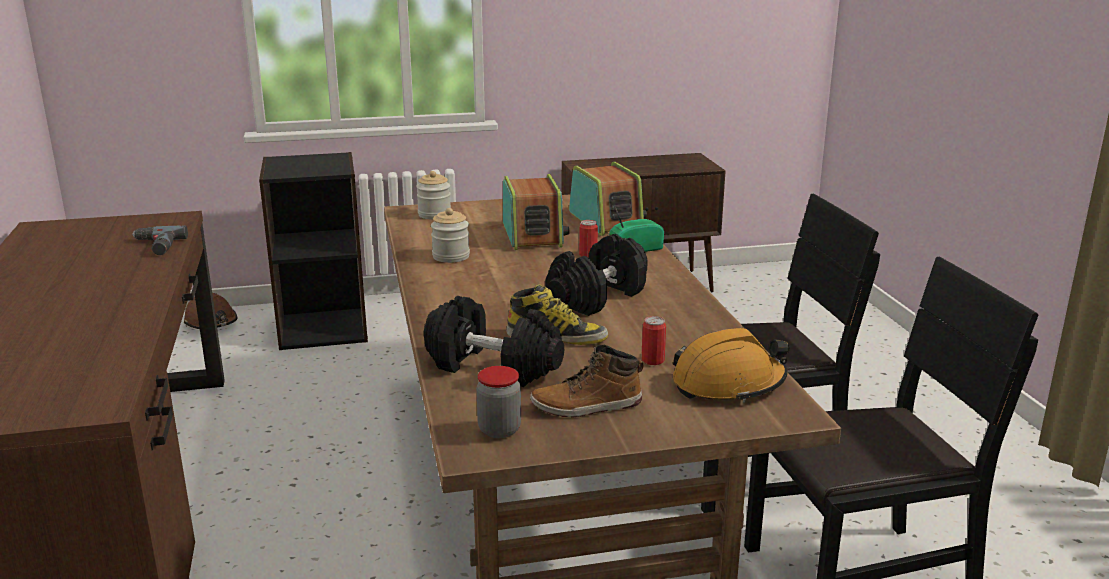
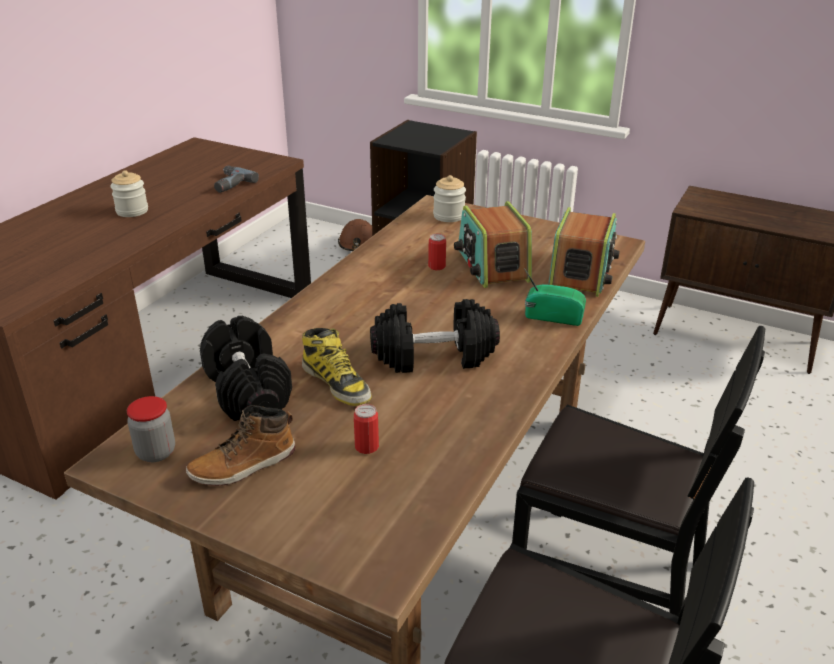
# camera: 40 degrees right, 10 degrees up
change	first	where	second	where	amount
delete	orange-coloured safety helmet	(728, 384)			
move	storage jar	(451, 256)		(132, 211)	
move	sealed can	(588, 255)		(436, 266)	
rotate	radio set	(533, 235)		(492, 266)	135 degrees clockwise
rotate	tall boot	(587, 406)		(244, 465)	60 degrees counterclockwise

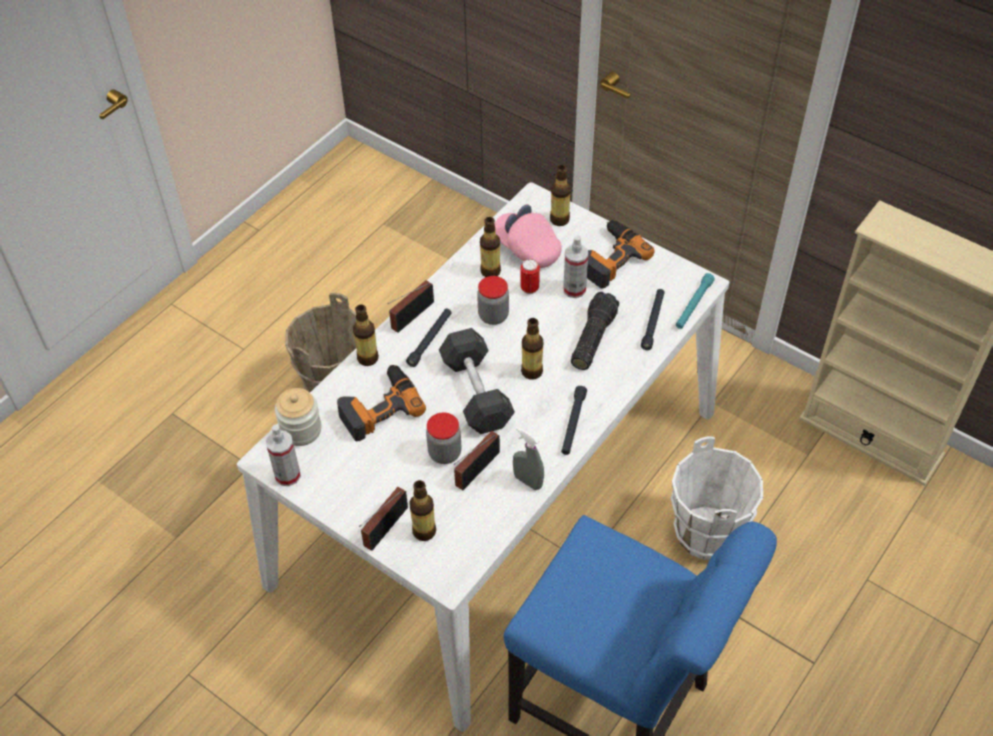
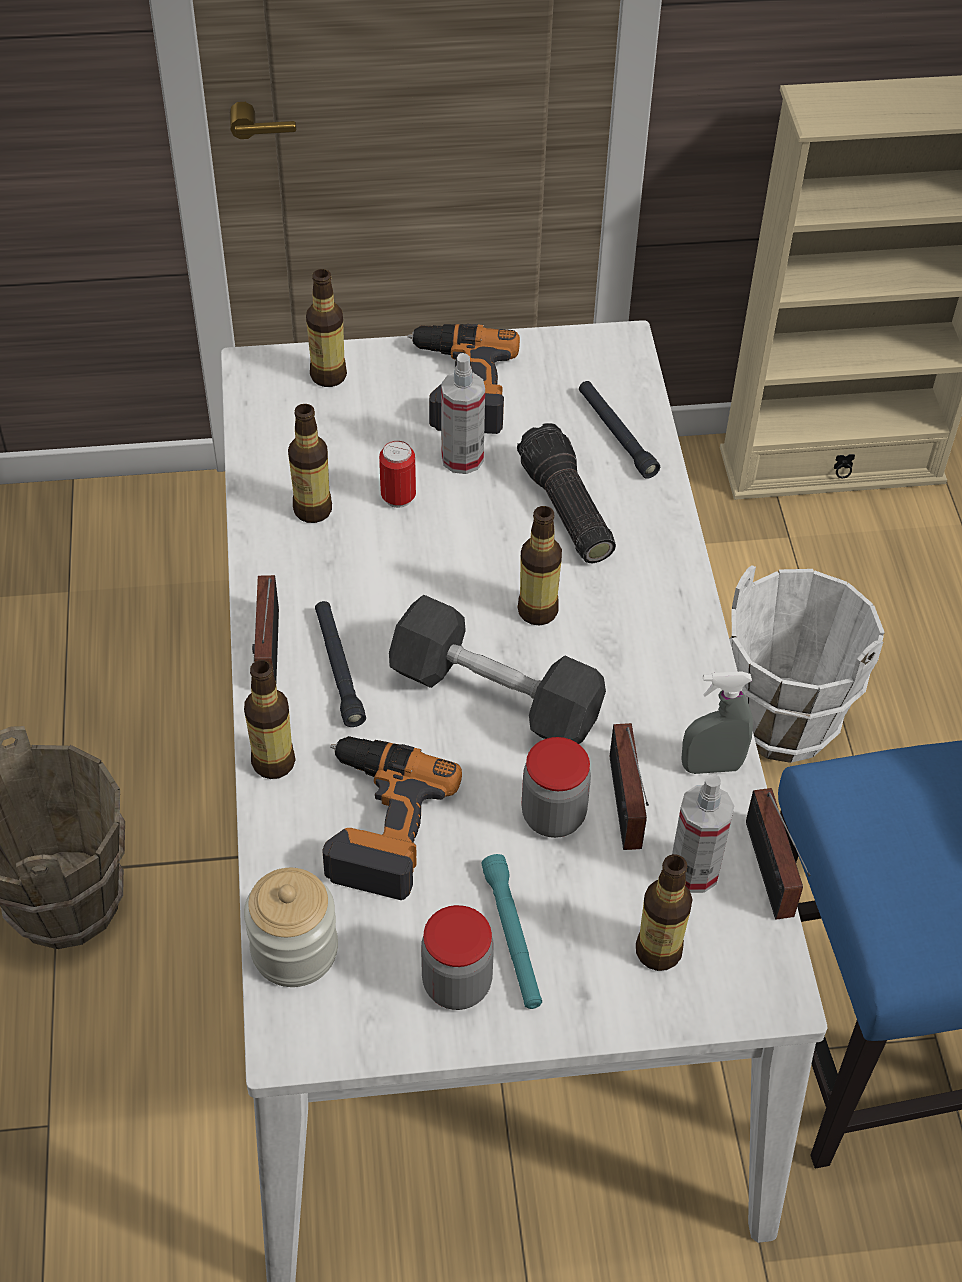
# camera: 45 degrees left, 0 degrees up
change	first	where	second	where	amount
delete	pink-coloured cap	(527, 248)			
delete	blackish hand torch	(573, 424)			
move	sprayer	(287, 475)		(694, 871)	
move	radio set	(383, 529)		(769, 875)	
move	storage jar	(493, 316)		(457, 984)	
move	turquoise-coloured hand torch	(693, 305)		(512, 937)	

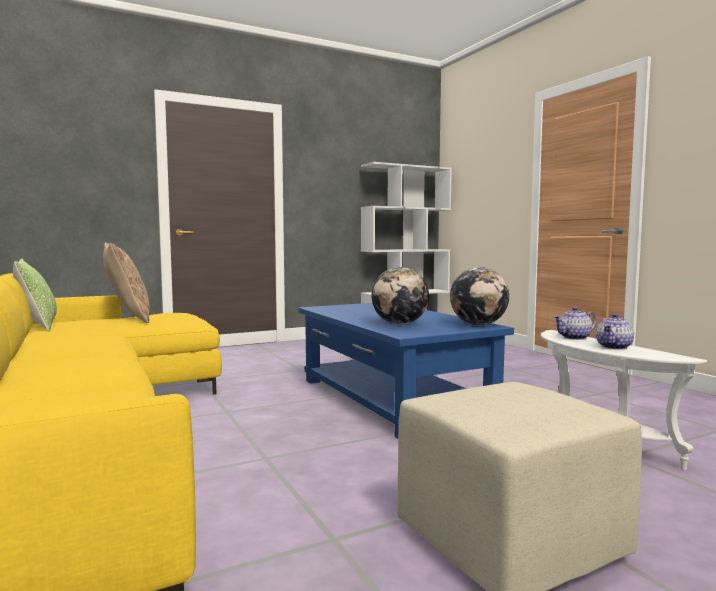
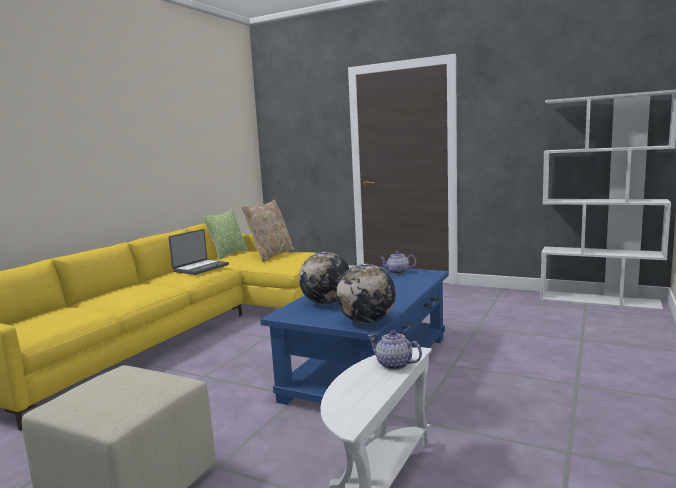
# camera: 55 degrees right, 5 degrees up
change	first	where	second	where	amount
insert			portable computer	(200, 268)	
move	tea pot	(614, 347)		(397, 272)	

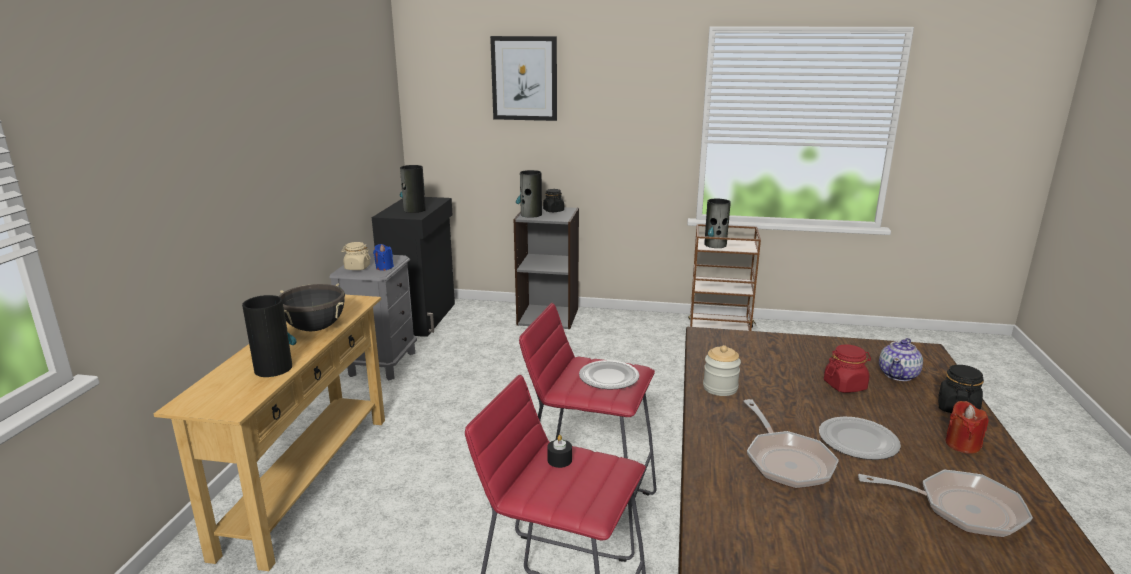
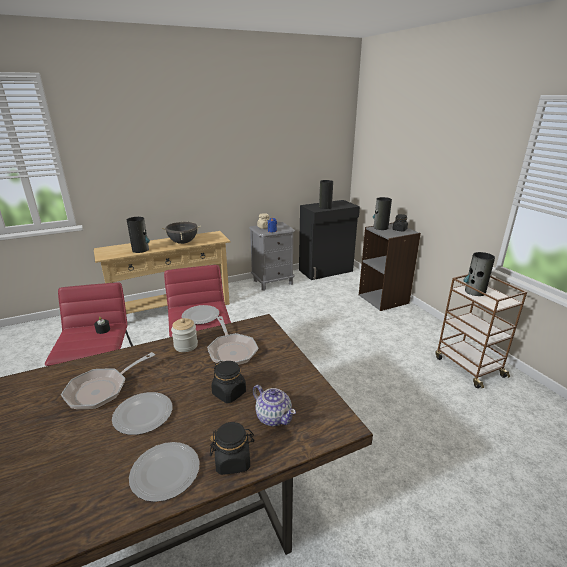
# camera: 55 degrees right, 5 degrees up
change	first	where	second	where	amount
delete	wall picture	(524, 78)			
move	frying pan	(961, 509)		(231, 351)	
replace	red wax light	(962, 444)	plate	(165, 471)	
recolor	red storage jar	(845, 385)	blackish storage jar	(229, 393)	
rotate	tea pot	(898, 375)		(273, 417)	135 degrees counterclockwise

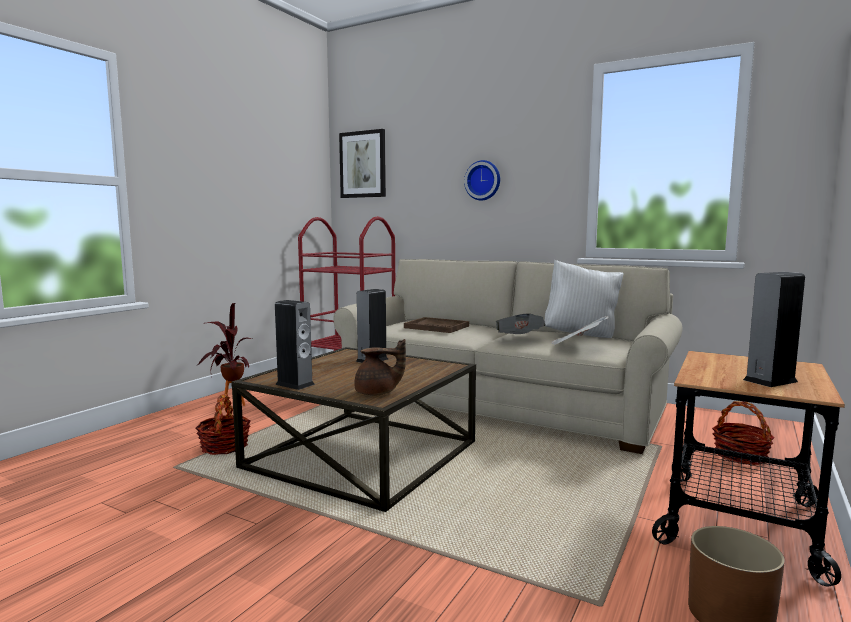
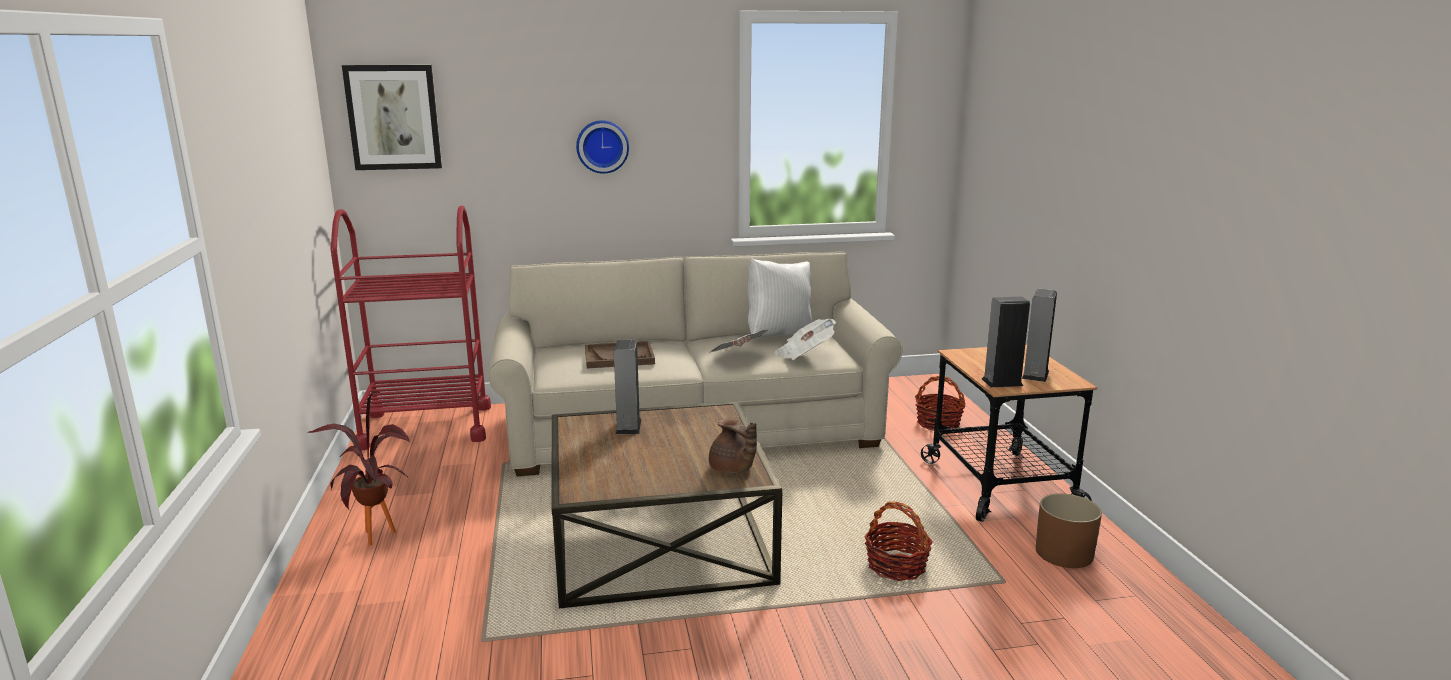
# camera: 40 degrees left, 10 degrees up
change	first	where	second	where	amount
move	storage basket	(224, 447)		(896, 566)	
move	audio speaker	(295, 384)		(1002, 382)	
rotate	brown tea pot	(377, 393)		(732, 469)	90 degrees clockwise

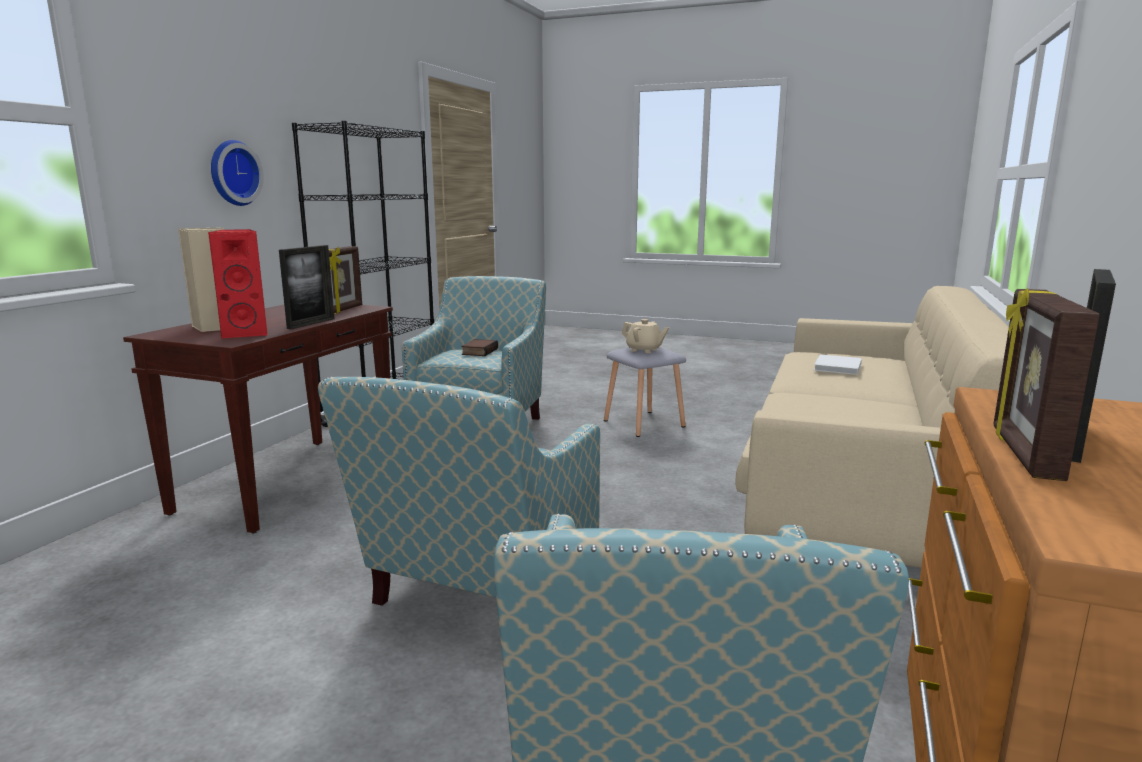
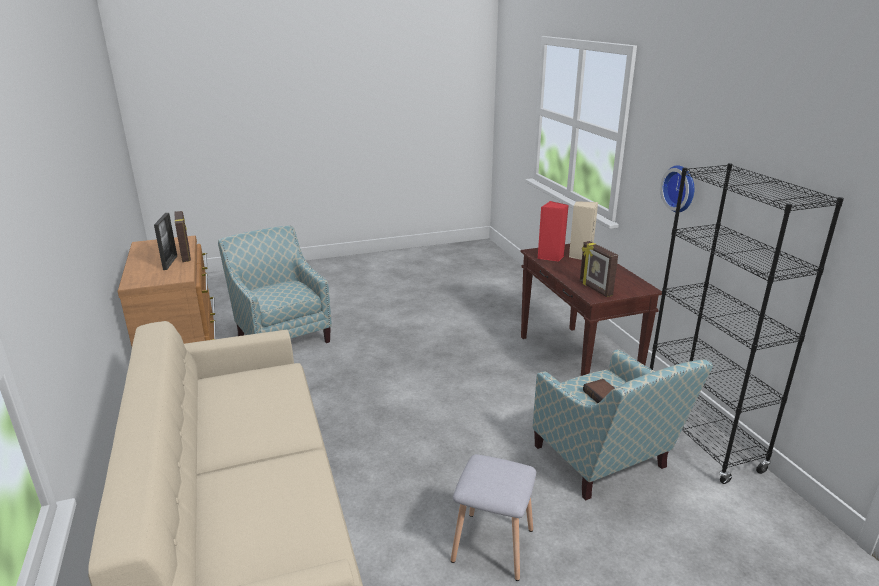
# camera: 140 degrees right, 10 degrees up
change	first	where	second	where	amount
delete	photo frame	(311, 323)			
delete	armchair	(478, 594)			
delete	beige-coloured tea pot	(644, 350)			
delete	white-coloured volume	(837, 367)			

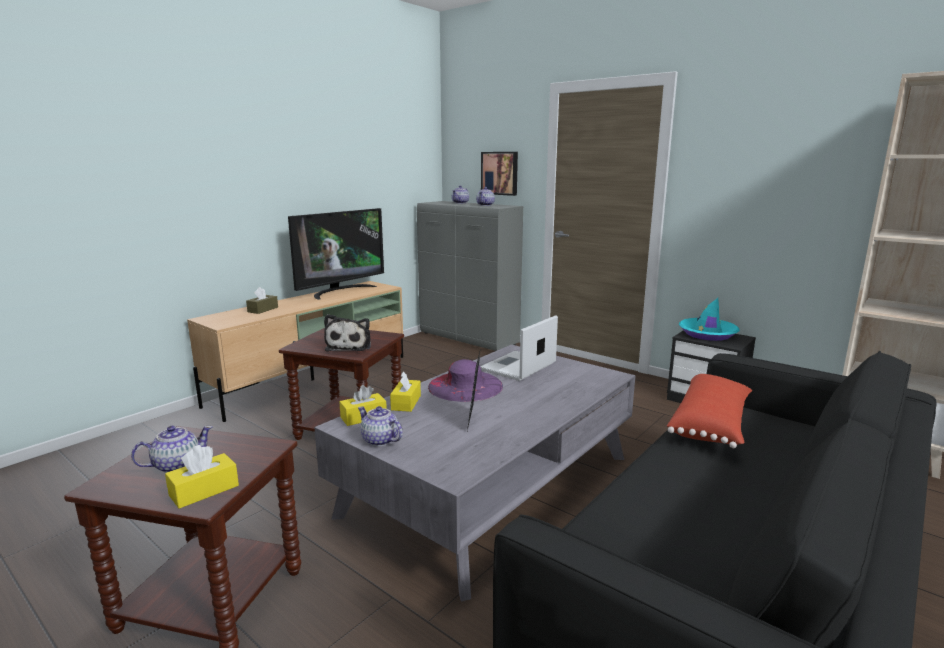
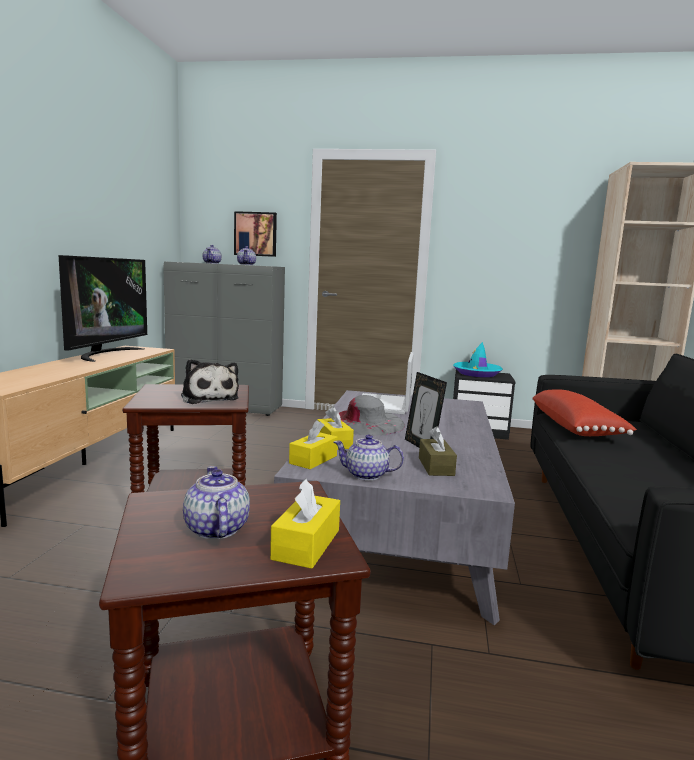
# camera: 30 degrees left, 5 degrees down
change	first	where	second	where	amount
move	brown tissue holder	(263, 309)		(436, 466)	
recolor	purple hat	(465, 386)	greyish hat	(365, 423)	
rotate	tea pot	(176, 465)		(216, 529)	45 degrees counterclockwise

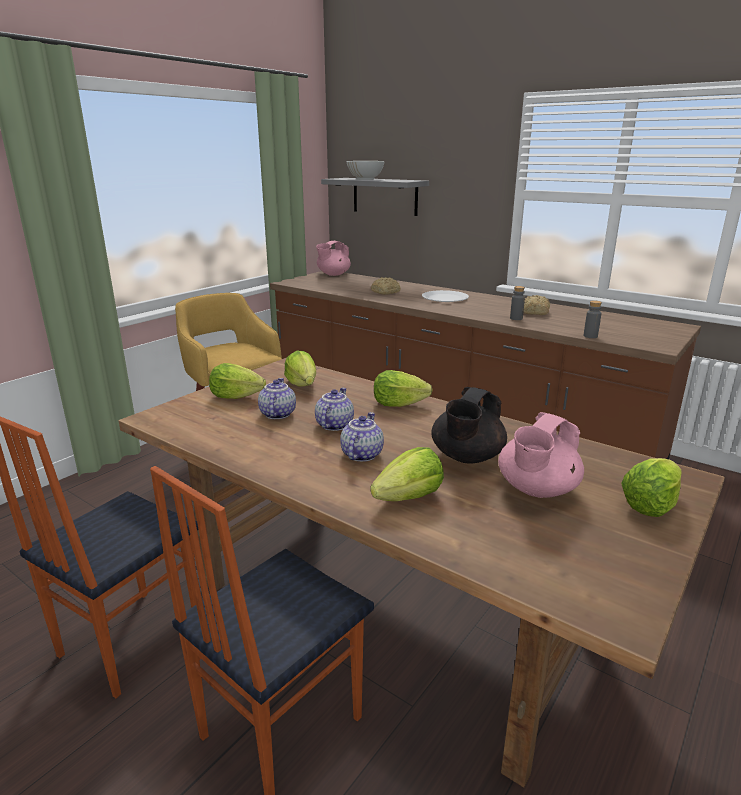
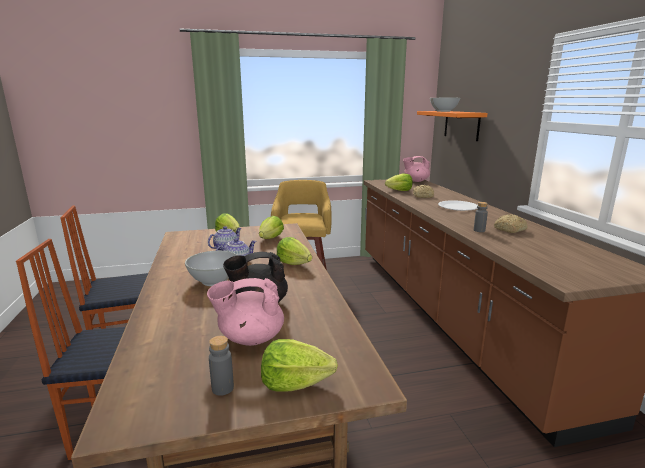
# camera: 40 degrees right, 5 degrees down
change	first	where	second	where	amount
move	lettuce	(409, 497)		(400, 191)	
move	greyish drink bottle	(590, 336)		(222, 388)	
replace	tea pot	(361, 454)	white-coloured serving bowl	(214, 281)	
recolor	greyish shelf	(385, 196)	orange-coloured shelf	(461, 125)	

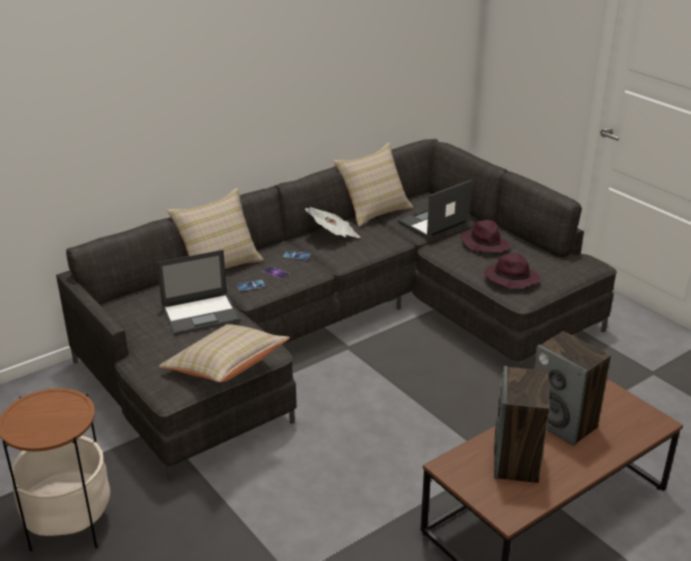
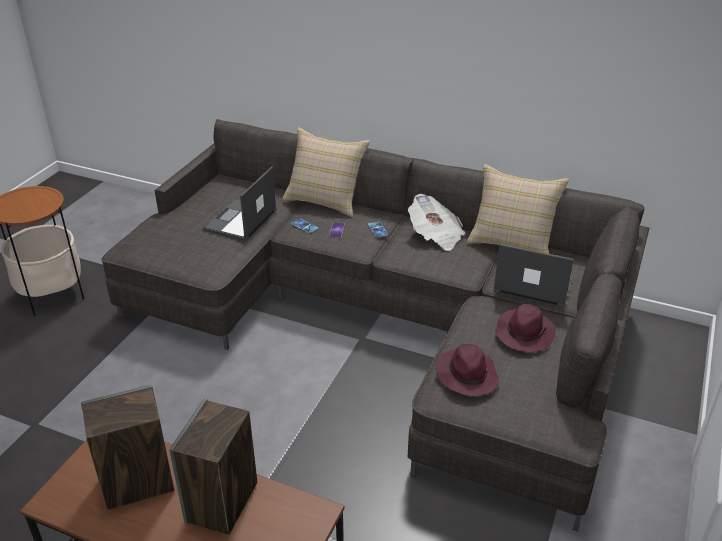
# camera: 60 degrees right, 5 degrees up
change	first	where	second	where	amount
delete	beige-coloured pillow	(226, 368)			
rotate	portable computer	(201, 314)		(240, 220)	75 degrees clockwise

